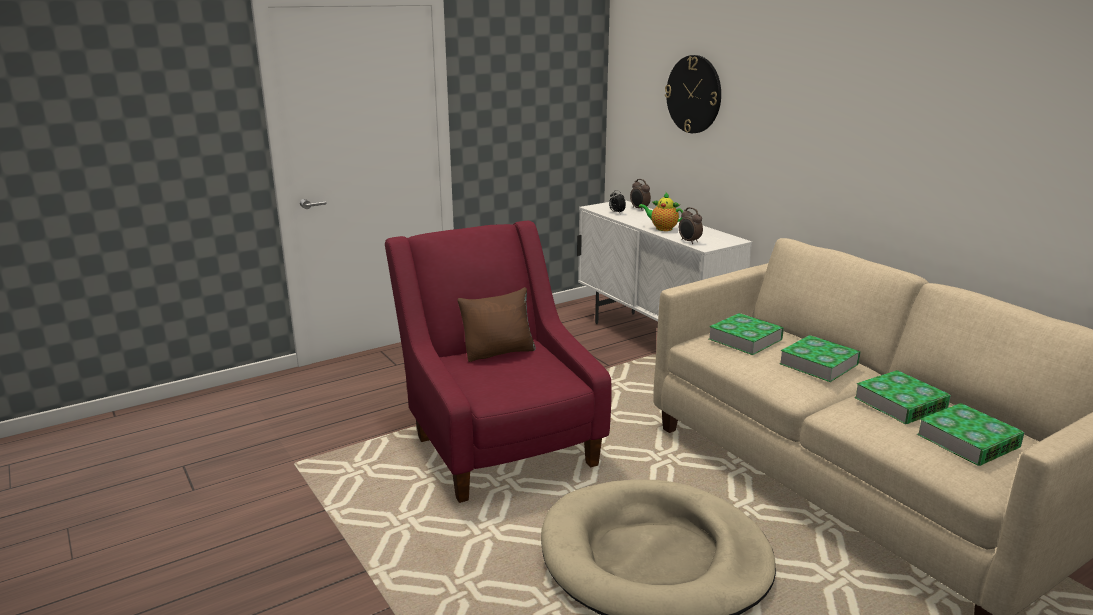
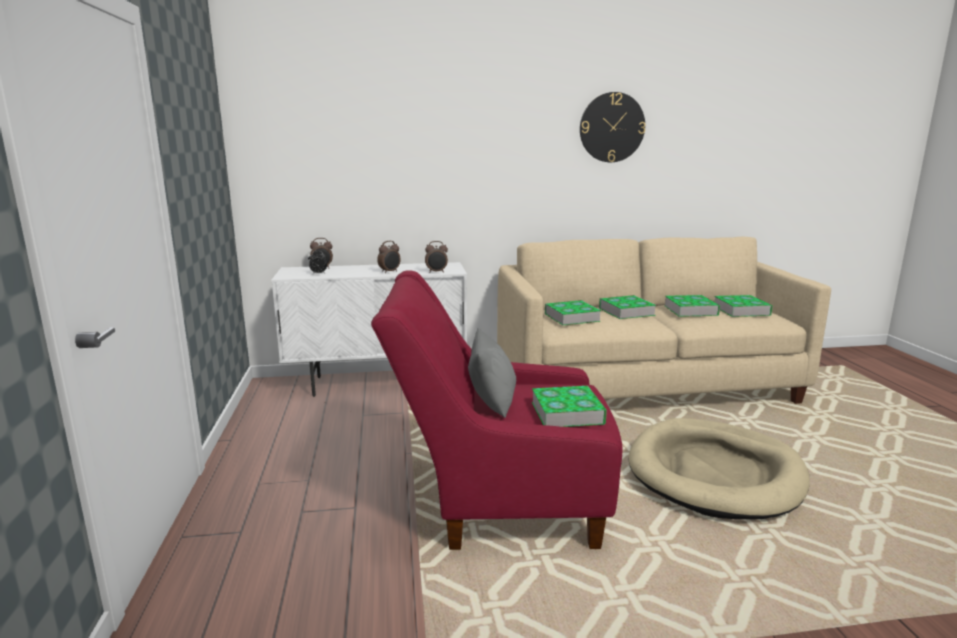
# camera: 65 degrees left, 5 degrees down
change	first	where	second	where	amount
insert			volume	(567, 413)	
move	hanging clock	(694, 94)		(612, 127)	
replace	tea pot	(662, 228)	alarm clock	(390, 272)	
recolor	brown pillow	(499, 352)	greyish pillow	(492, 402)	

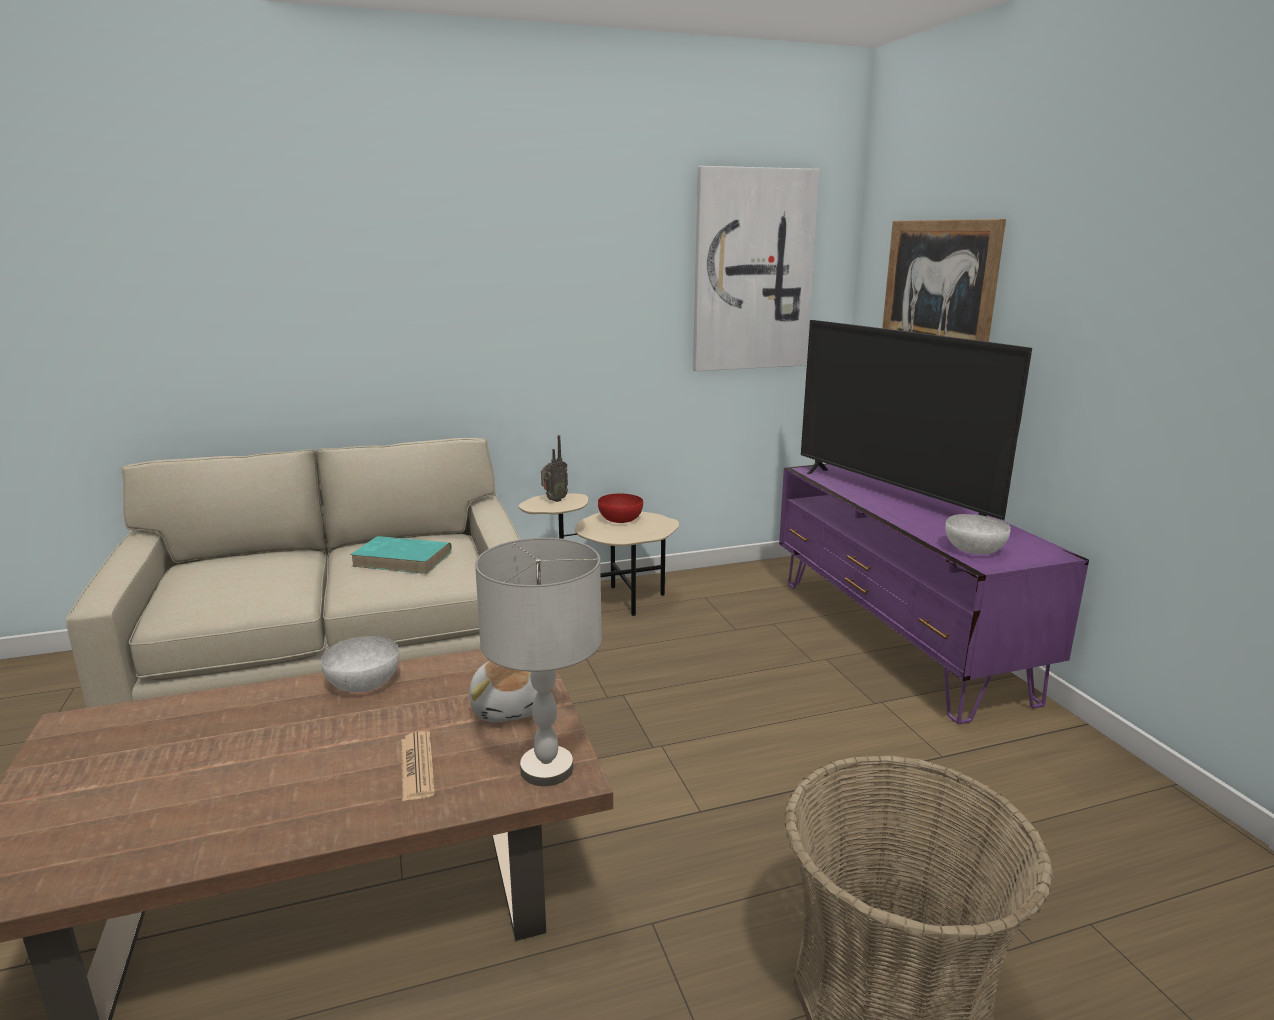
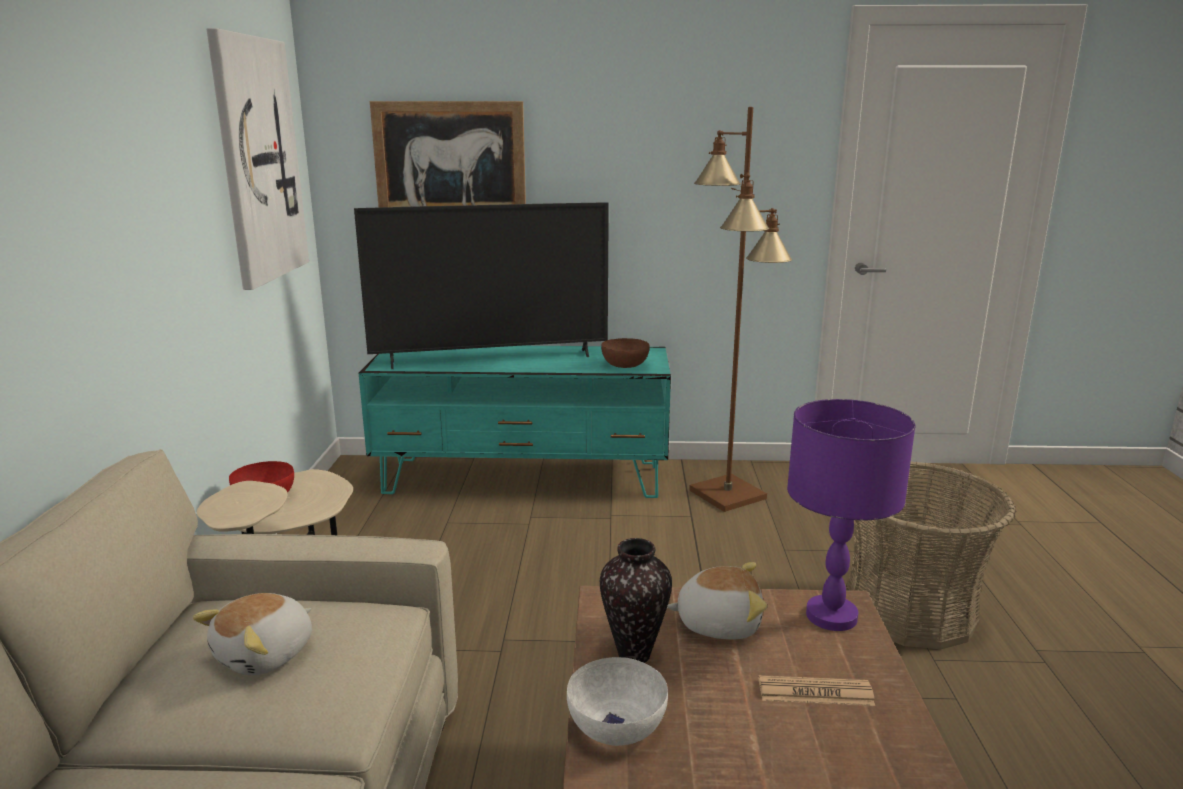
# camera: 70 degrees left, 0 degrees up
change	first	where	second	where	amount
delete	radio set	(554, 500)			
insert			vase	(635, 655)	
insert			brown standing lamp	(727, 494)	
replace	turquoise-coloured volume	(403, 559)	soft toy	(266, 654)	
recolor	greyish tabletop lamp	(546, 768)	purple tabletop lamp	(830, 616)	
recolor	purple media console	(896, 637)	turquoise-coloured media console	(524, 479)	
recolor	white-coloured serving bowl	(973, 549)	brown serving bowl	(624, 365)	

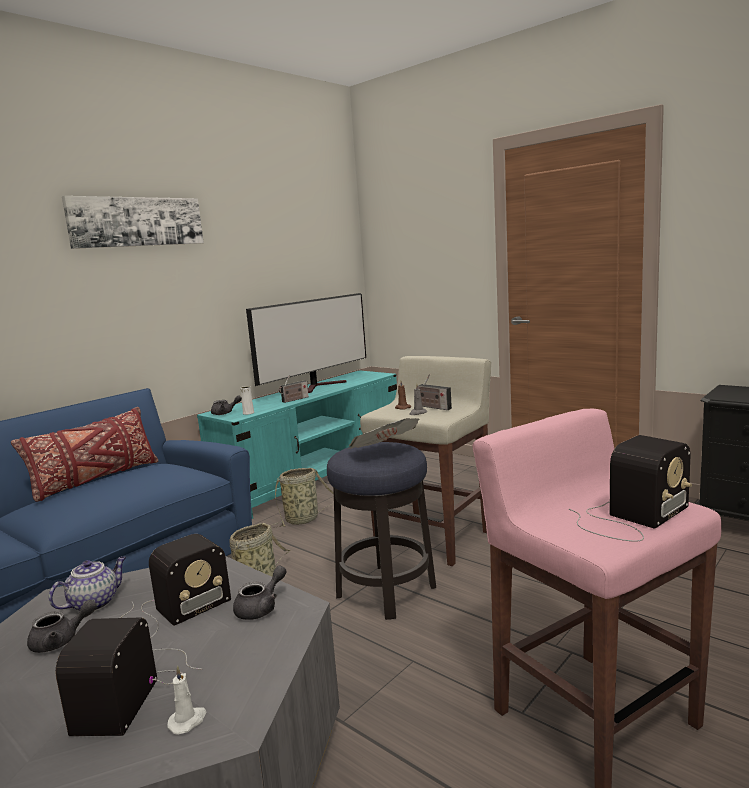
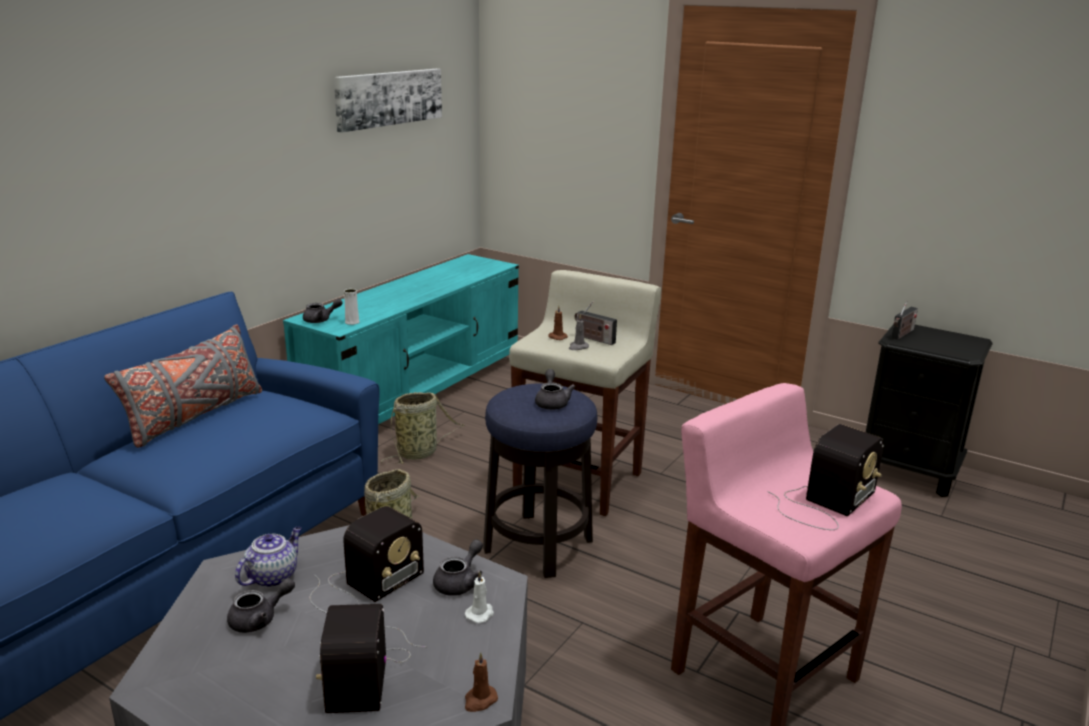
# camera: 10 degrees left, 10 degrees up
change	first	where	second	where	amount
delete	TV set	(321, 386)			
insert			brown wax light	(479, 700)	
move	wall picture	(137, 222)		(389, 98)	
move	white-coloured wax light	(188, 721)		(480, 614)	
move	radio set	(294, 400)		(902, 334)	
replace	printed paper	(384, 453)	greyish tea pot	(552, 402)	
recolor	red pillow	(95, 480)	greyish pillow	(194, 416)	

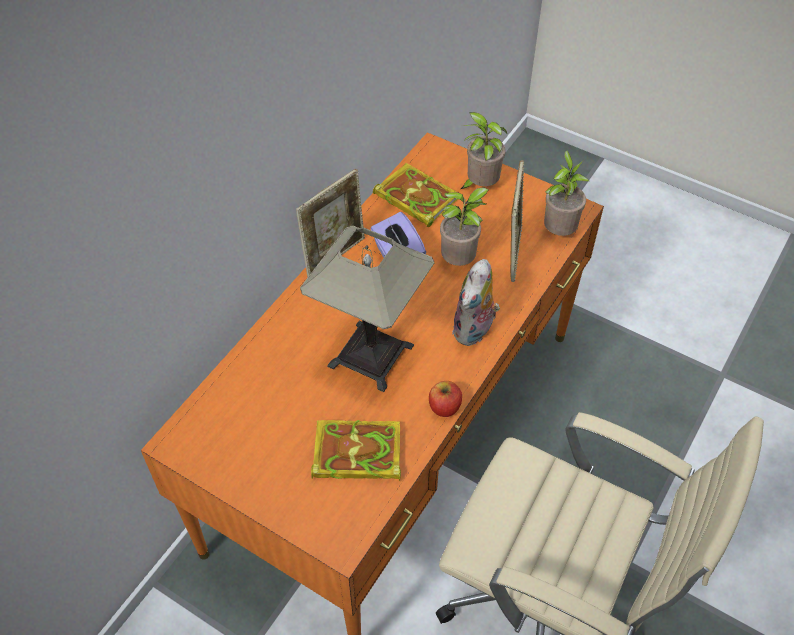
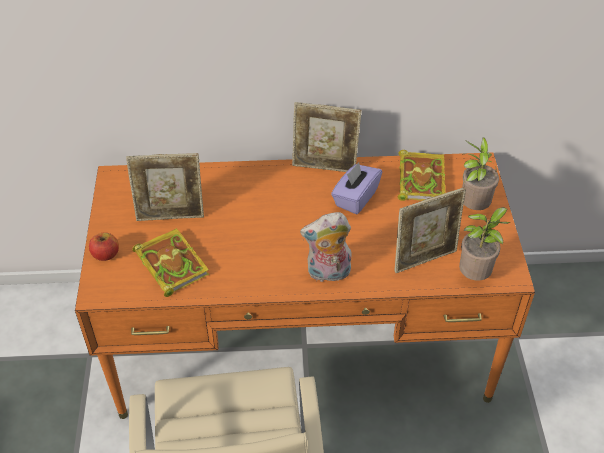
# camera: 55 degrees right, 5 degrees down
change	first	where	second	where	amount
delete	tabletop lamp	(371, 355)			
delete	houseplant	(460, 261)			
insert			photo frame	(171, 216)	
move	apple fruit	(444, 407)		(106, 254)	

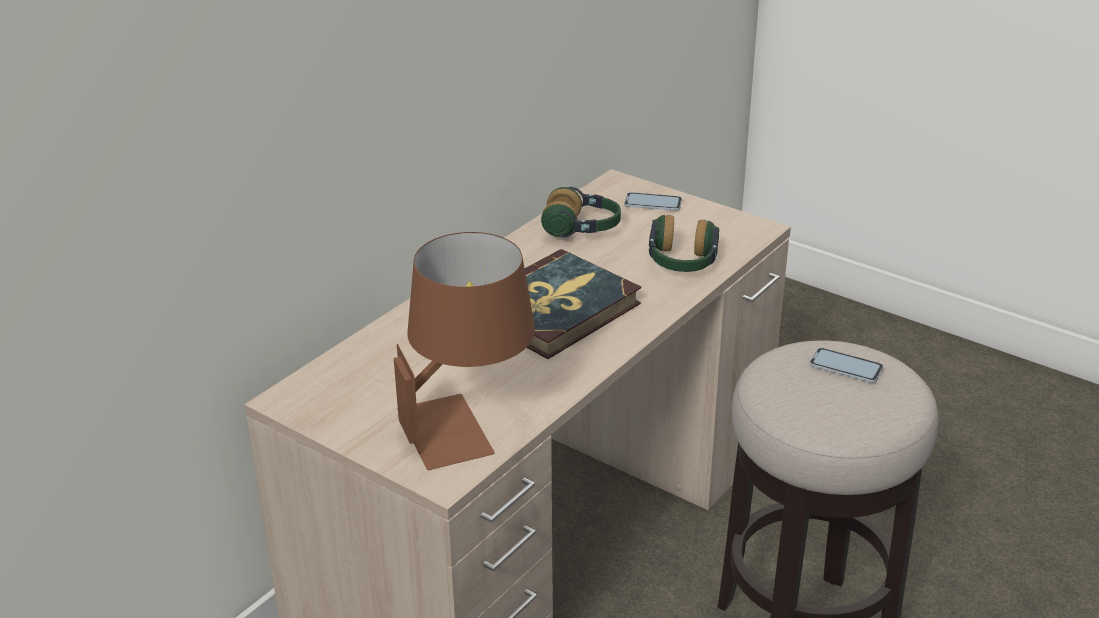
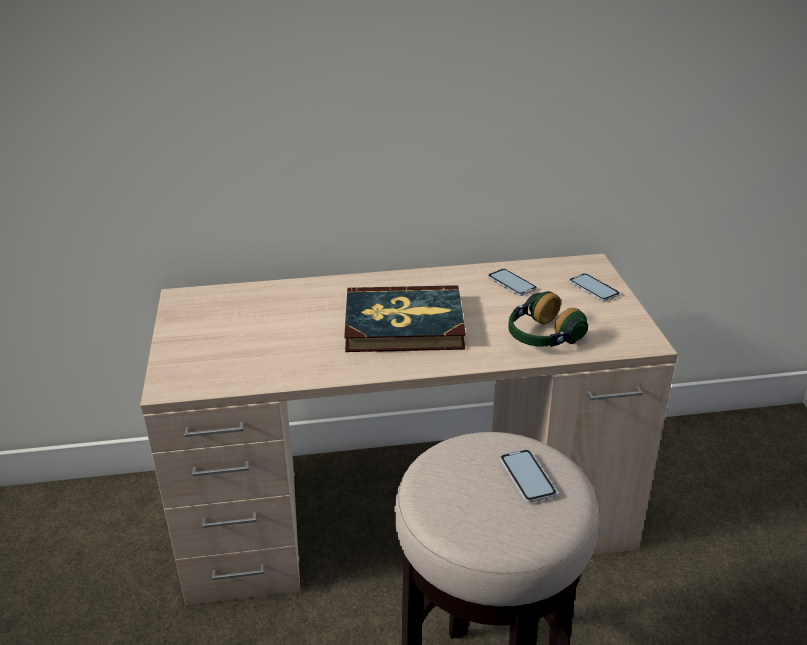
# camera: 45 degrees right, 0 degrees up
change	first	where	second	where	amount
delete	brown tabletop lamp	(467, 424)			
replace	headphones	(582, 229)	handset	(512, 283)	

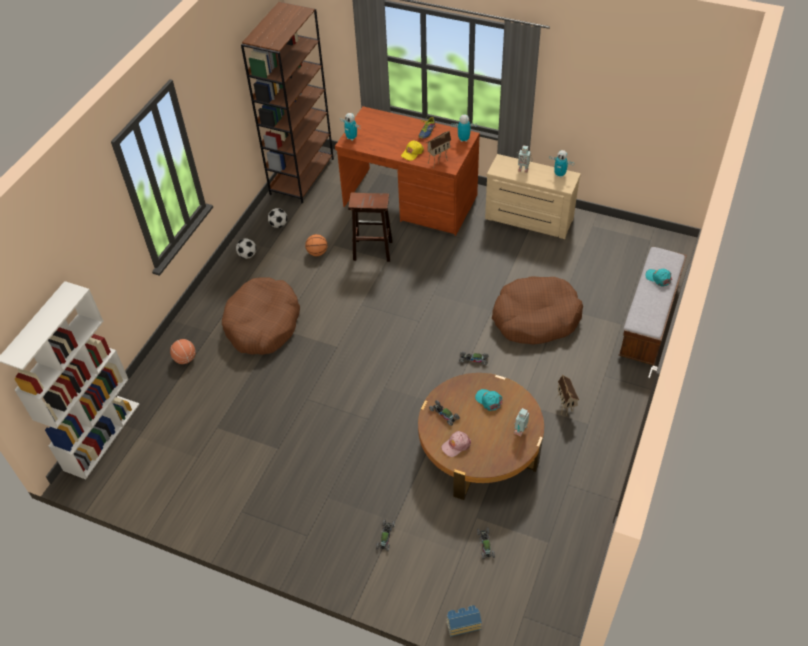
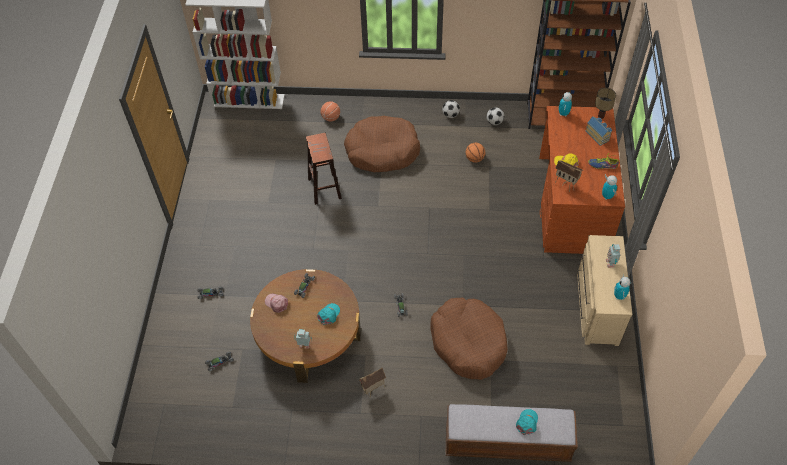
# camera: 70 degrees right, 5 degrees up
change	first	where	second	where	amount
insert			tabletop lamp	(600, 116)	
move	brown stool seat	(372, 250)		(324, 188)	
move	miniature house	(462, 624)		(598, 135)	

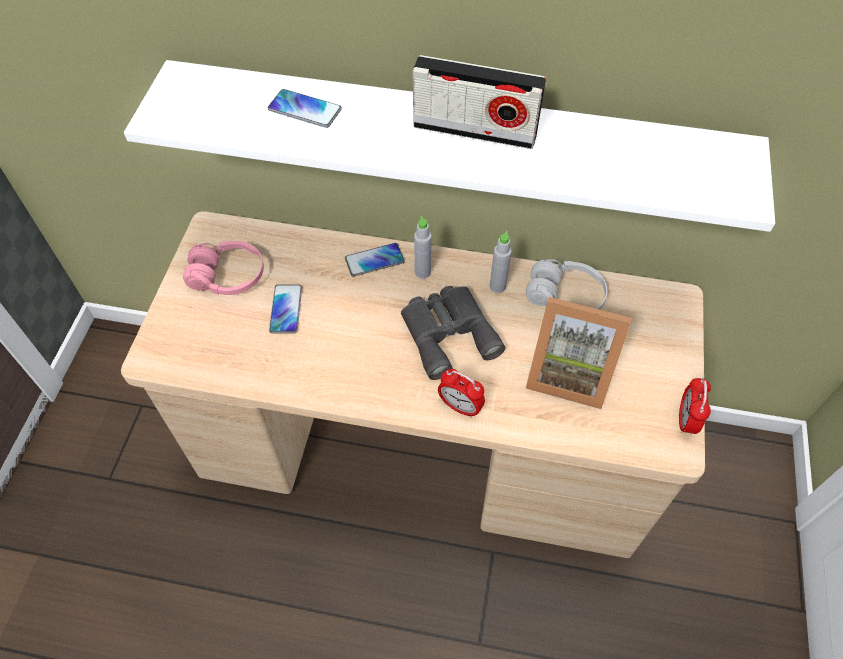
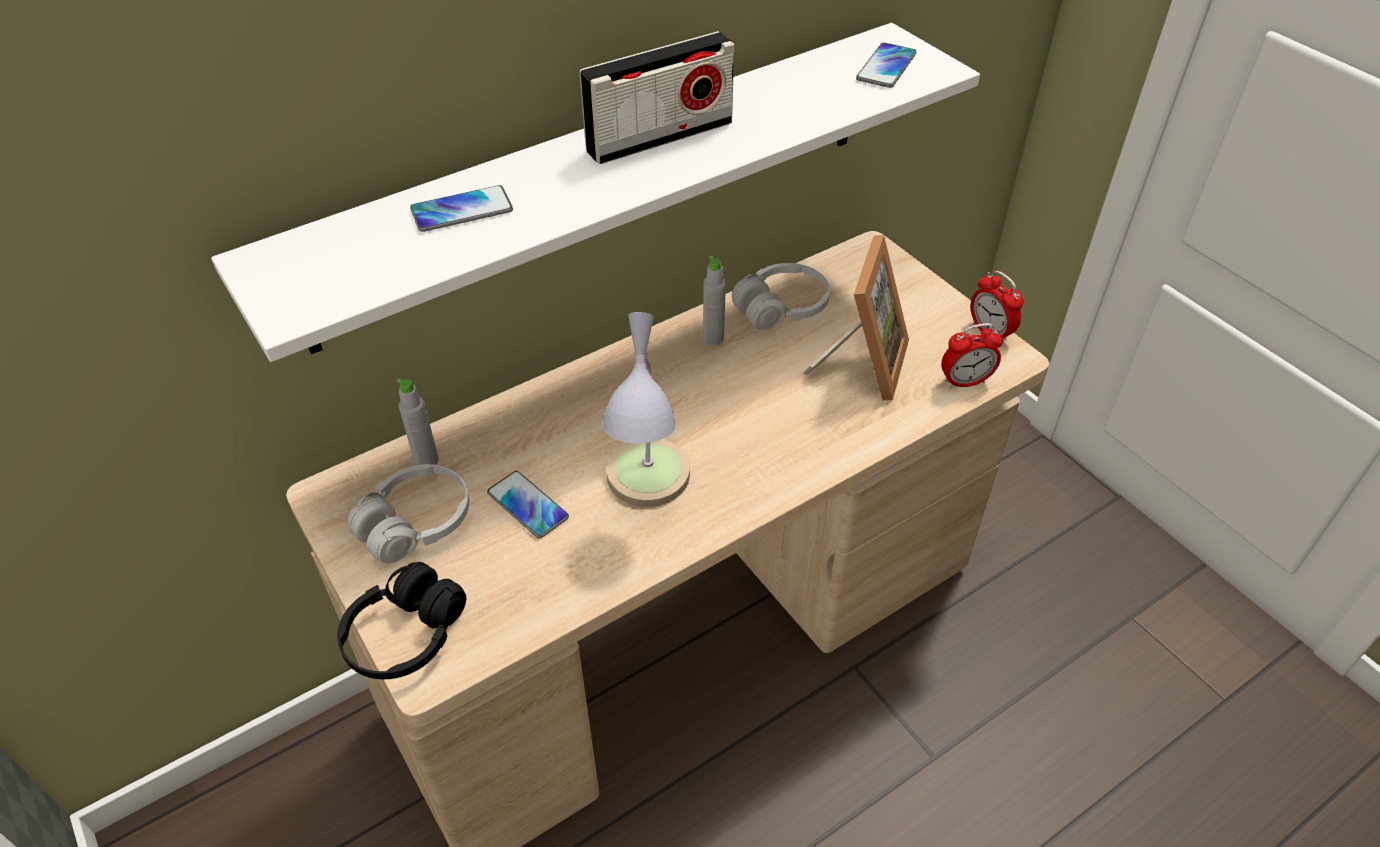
# camera: 45 degrees left, 10 degrees down
change	first	where	second	where	amount
delete	greyish pair of binoculars	(448, 332)			
insert			blackish headphones	(406, 635)	
insert			tabletop lamp	(646, 489)	
move	handset	(374, 260)		(886, 67)	
move	greyish drink bottle	(422, 272)		(426, 461)	
move	alarm clock	(460, 406)		(965, 382)	
recolor	pink-coloured headphones	(227, 277)	white-coloured headphones	(416, 524)	
rotate	photo frame	(569, 373)		(862, 363)	45 degrees counterclockwise

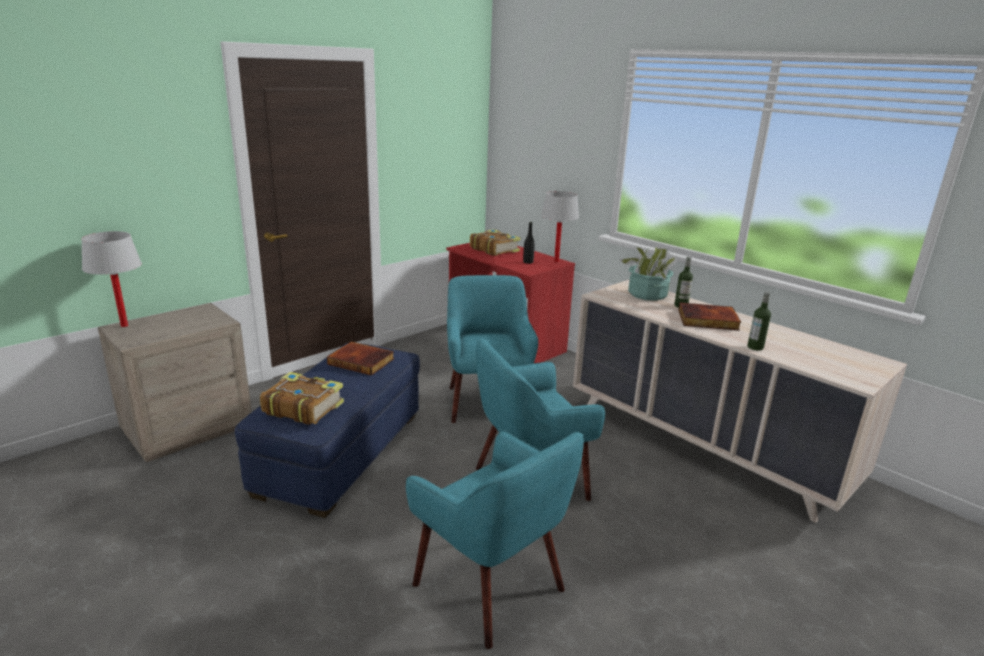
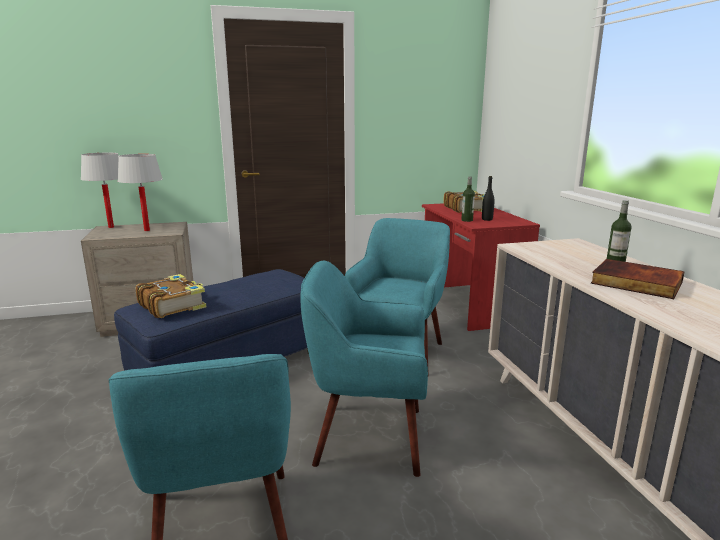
# camera: 30 degrees right, 5 degrees down
change	first	where	second	where	amount
delete	volume	(362, 361)			
delete	houseplant	(647, 294)			
move	white-coloured tabletop lamp	(556, 261)		(147, 230)	
move	drink bottle	(755, 347)		(467, 220)	

